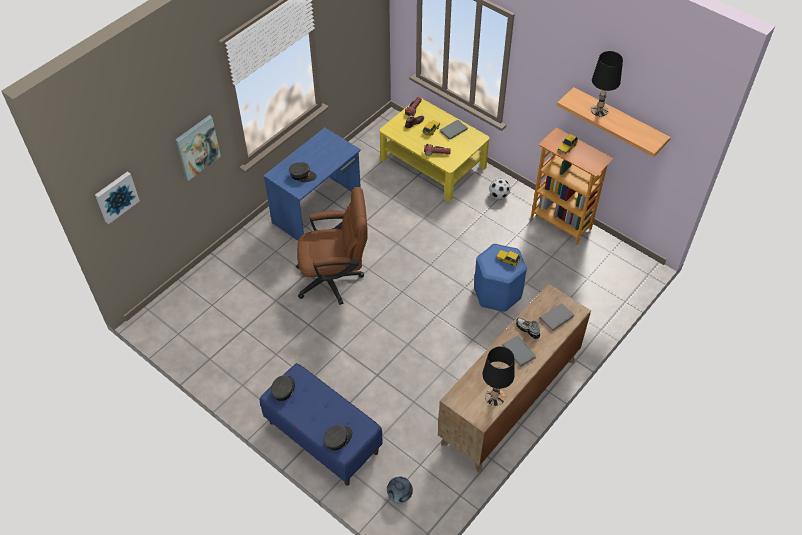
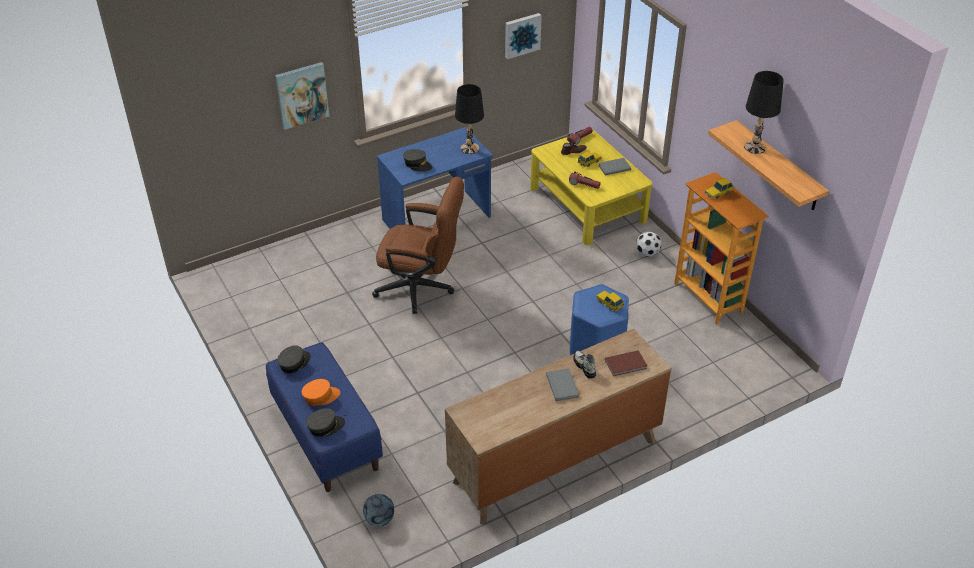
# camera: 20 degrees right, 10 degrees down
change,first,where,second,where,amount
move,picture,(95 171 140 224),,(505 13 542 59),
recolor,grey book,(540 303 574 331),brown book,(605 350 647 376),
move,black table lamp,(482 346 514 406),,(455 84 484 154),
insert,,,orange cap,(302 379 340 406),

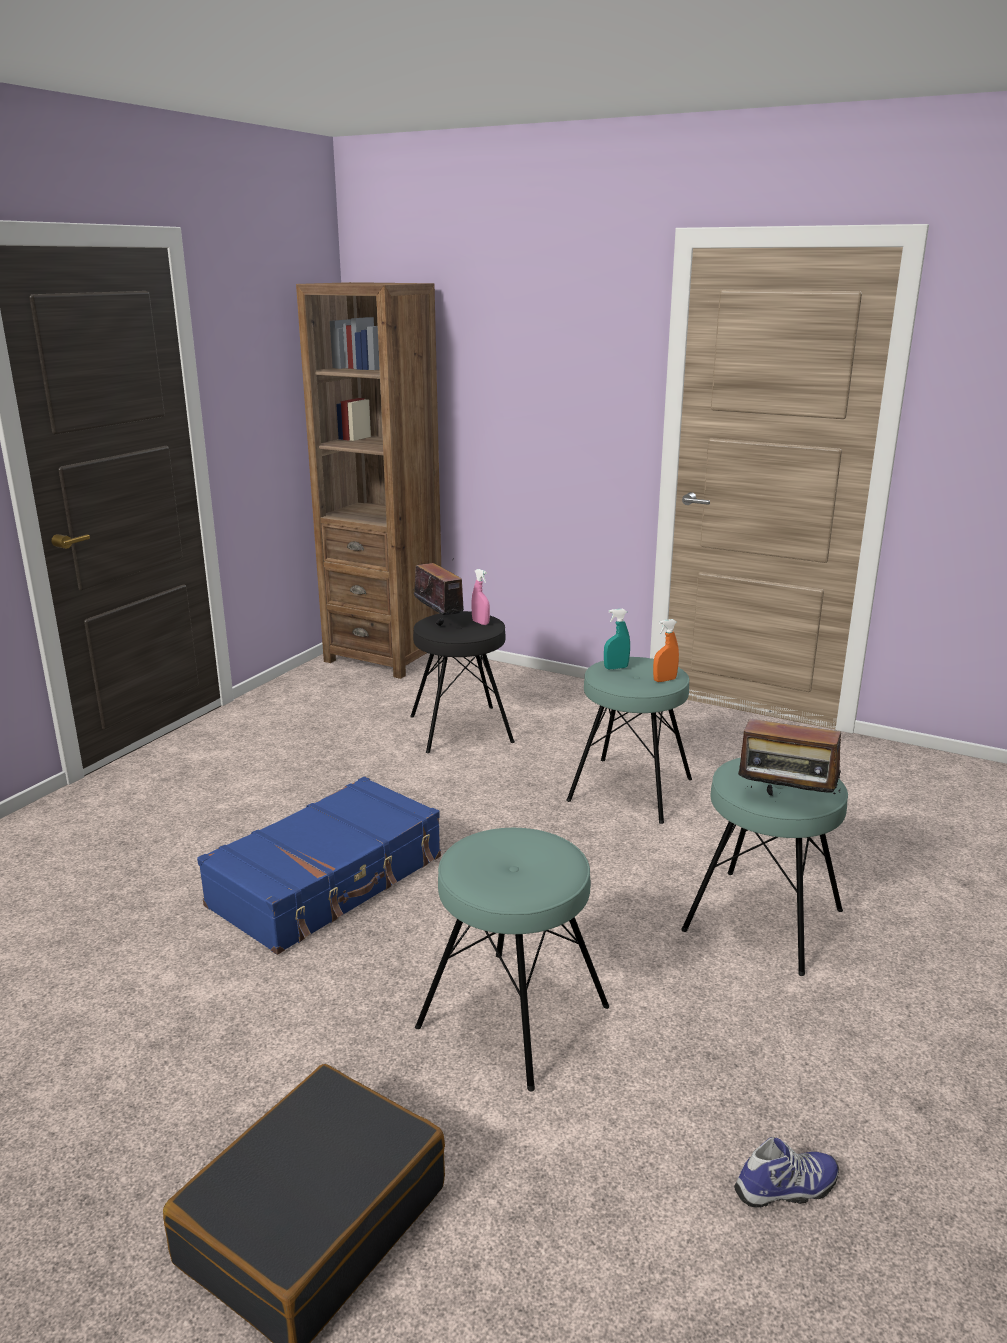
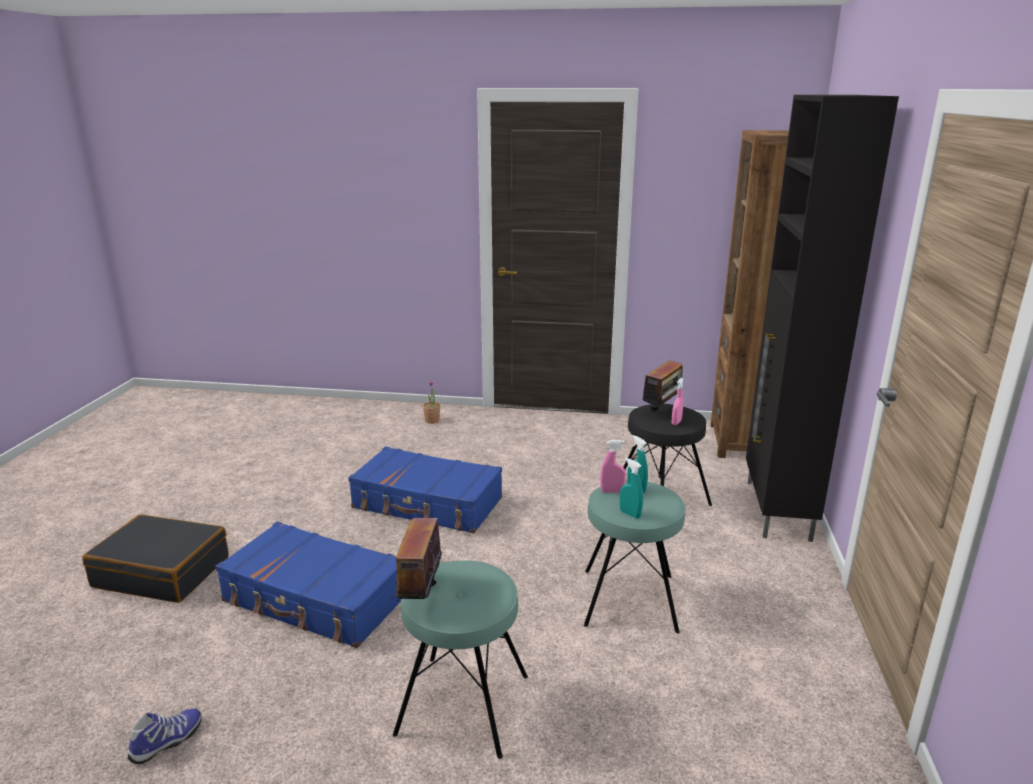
# camera: 70 degrees right, 0 degrees up
change,first,where,second,where,amount
recolor,orange spray bottle,(653 619 679 682),turquoise spray bottle,(620 458 643 519),
replace,turquoise stool,(415 828 609 1091),blue suitcase,(216 521 401 648),
rotate,shoe,(734 1137 839 1208),,(128 708 202 764),105 degrees counterclockwise
insert,,,black cabinet,(746 95 899 542),
insert,,,potted plant,(423 380 440 424),
insert,,,pink spray bottle,(600 440 626 493),

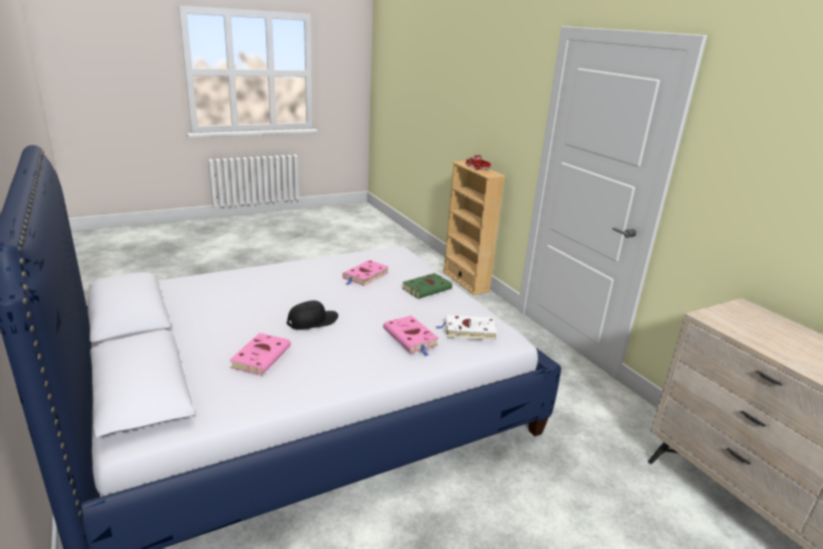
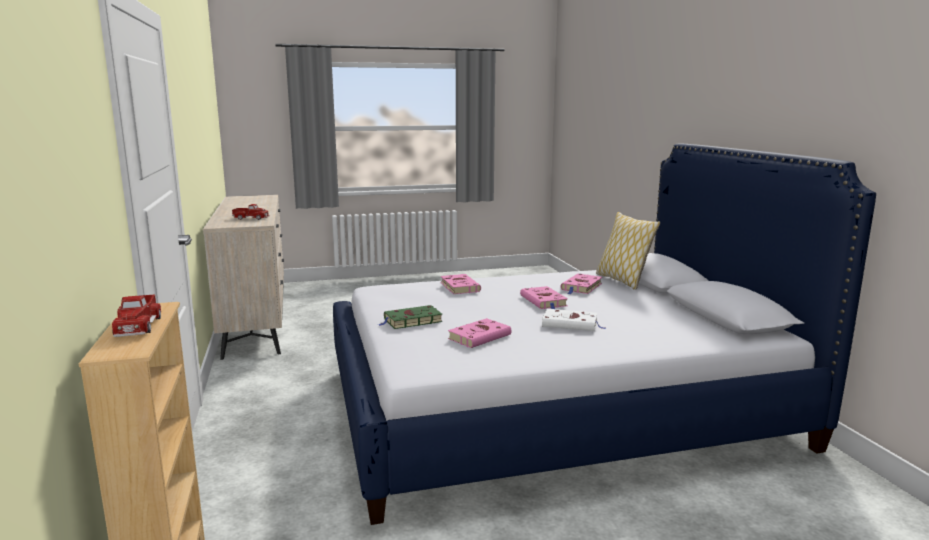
# camera: 165 degrees left, 10 degrees down
change,first,where,second,where,amount
replace,black cap,(287 300 338 330),pink book,(520 286 568 309),
move,white book,(436 315 497 340),,(542 309 606 331),
insert,,,toy truck,(232 204 270 220),
insert,,,pillow,(596 212 660 290),

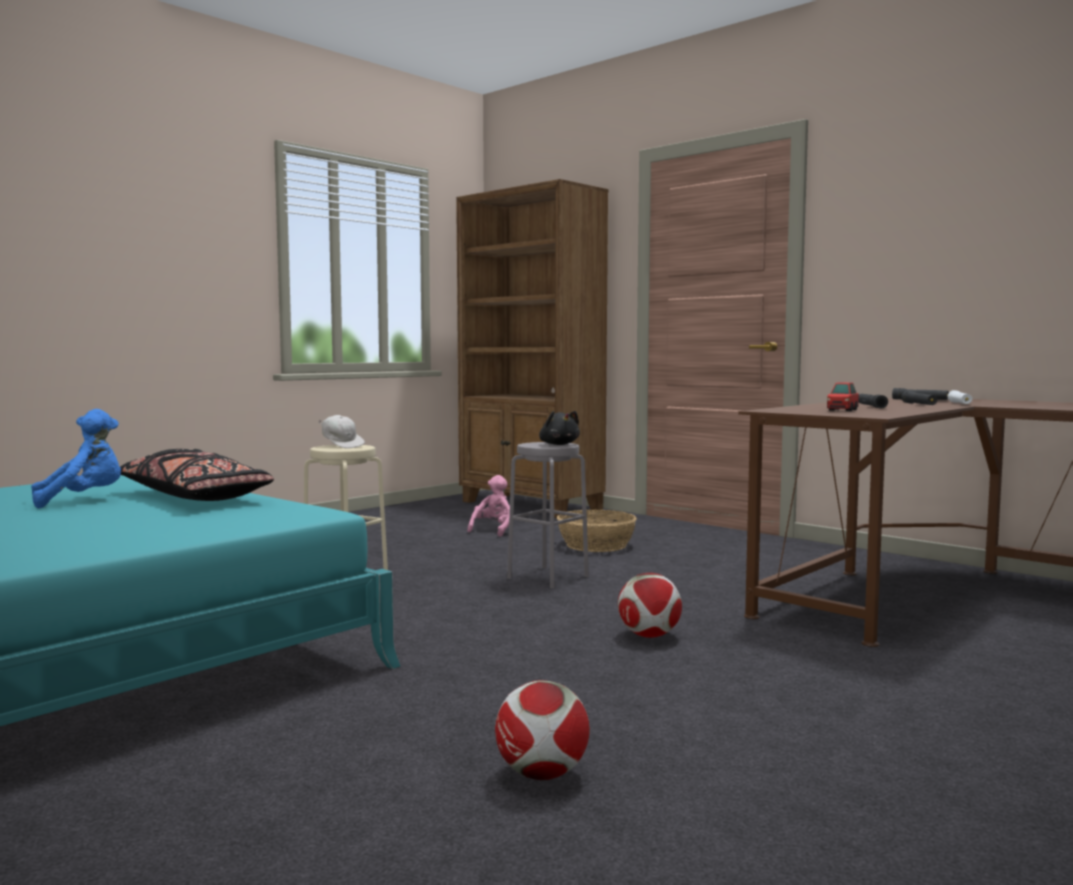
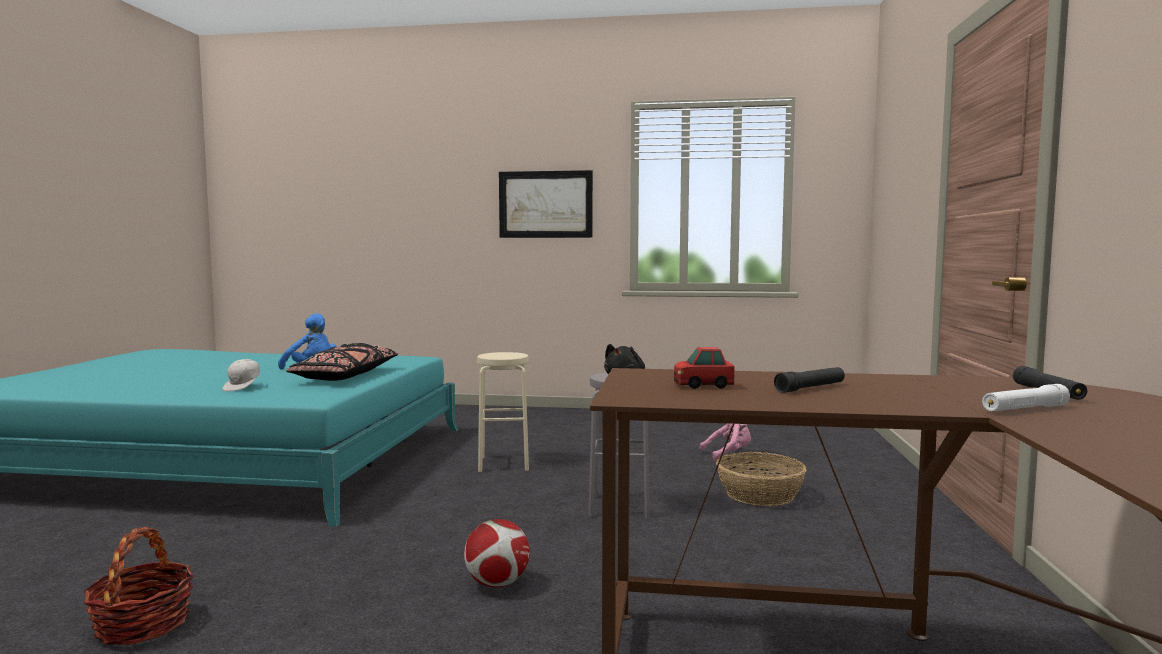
# camera: 55 degrees right, 0 degrees up
change,first,where,second,where,amount
delete,brown bookcase,(456 179 608 518),,,
delete,black flashlight,(902 391 937 405),,,
move,white cap,(319 415 365 448),,(222 359 260 392),
replace,football,(495 680 590 780),basket,(83 527 194 645),
insert,,,picture,(499 170 593 238),

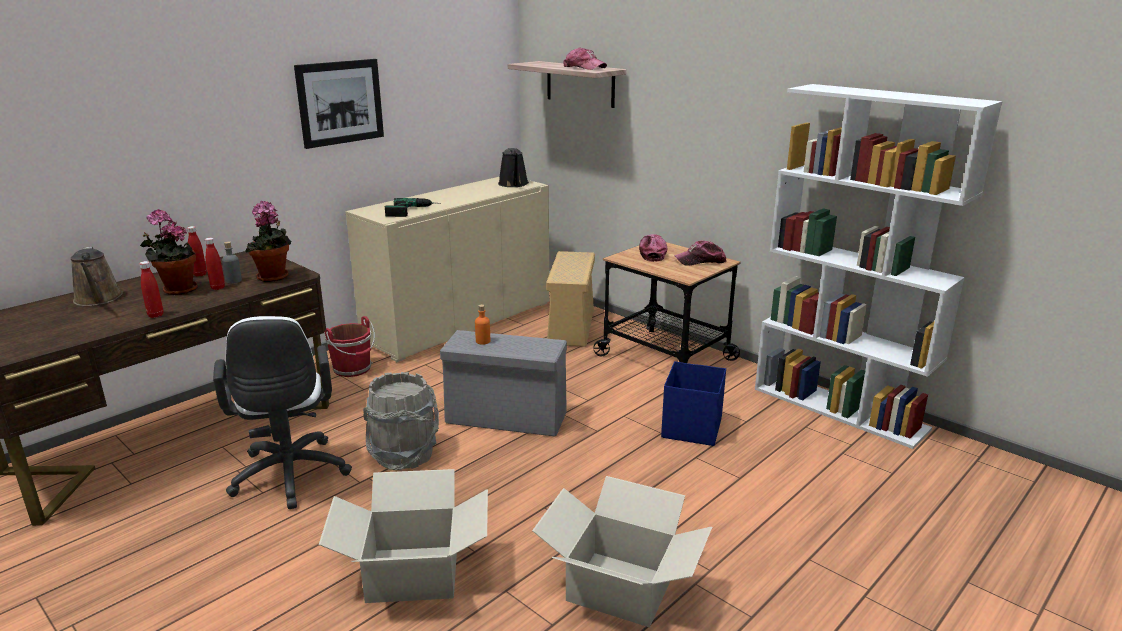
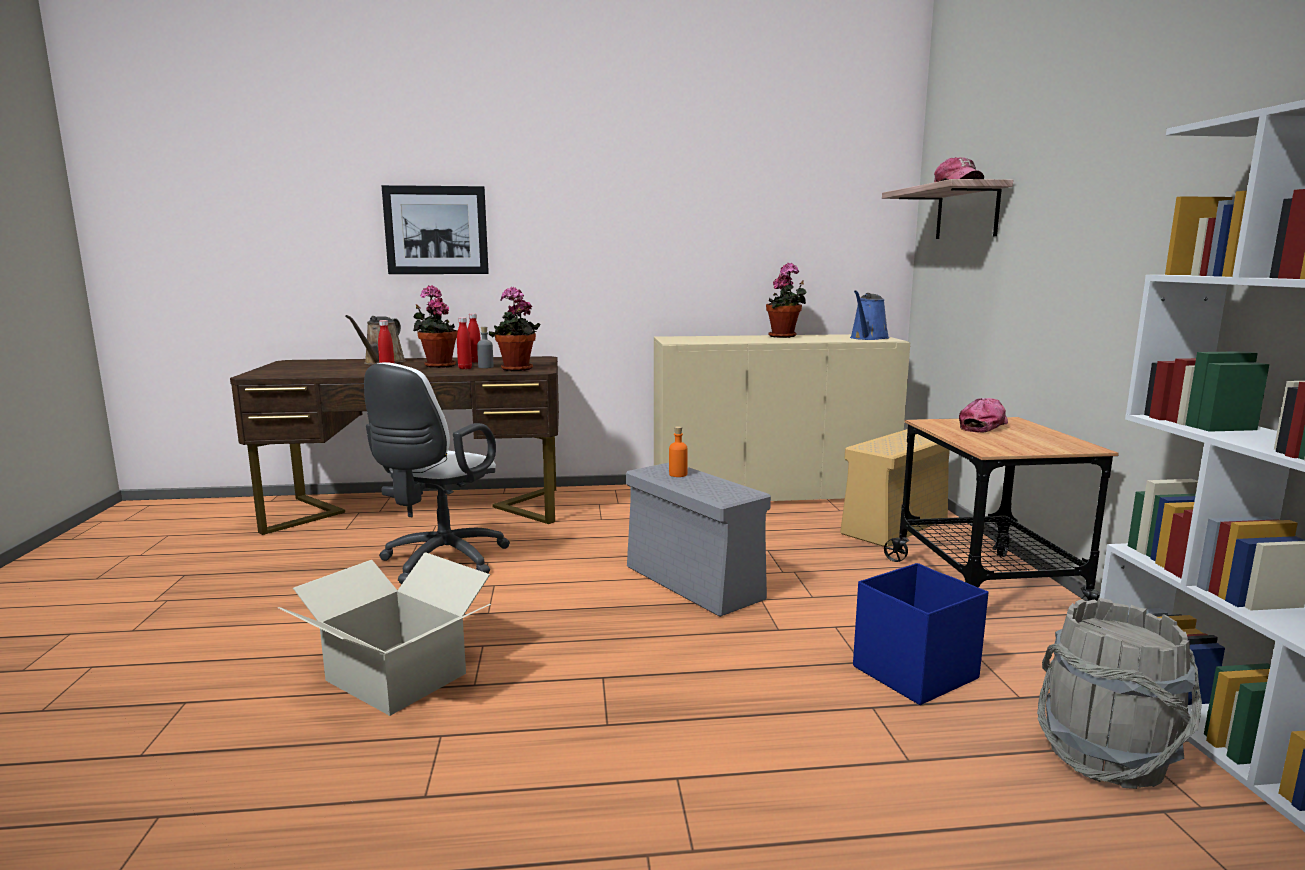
# camera: 40 degrees right, 10 degrees down
change,first,where,second,where,amount
move,picture,(294 59 384 149),,(382 185 489 274),
recolor,black watering can,(498 148 529 187),blue watering can,(850 290 889 340),
delete,power drill,(385 198 441 217),,,
delete,cap,(674 240 727 266),,,
delete,red bucket,(325 316 375 377),,,
move,grey bucket,(363 372 439 470),,(1037 598 1202 789),
delete,cardboard box,(532 476 712 628),,,
insert,,,potted plant,(766 263 807 338),

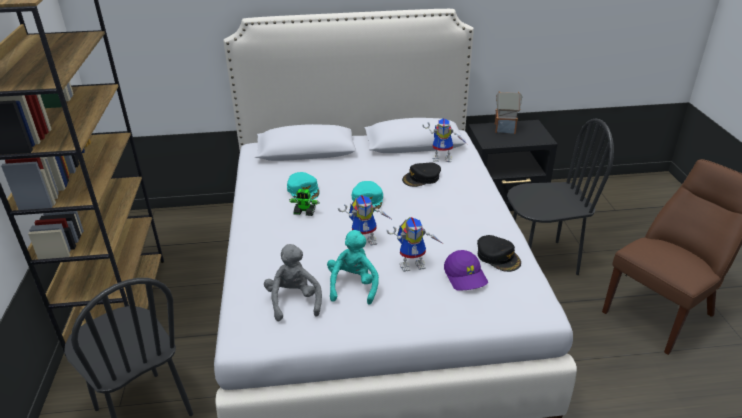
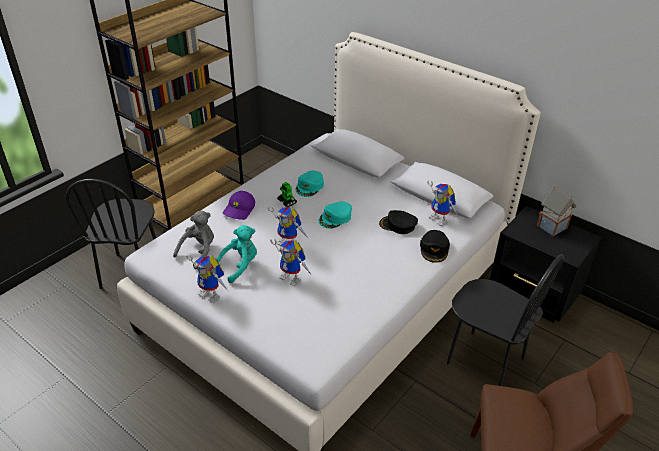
# camera: 45 degrees right, 5 degrees up
change,first,where,second,where,amount
move,black cap,(477 235 521 272),,(420 230 450 263),
move,purple cap,(444 250 488 291),,(223 191 255 220),
insert,,,toy robot,(186 255 229 303),

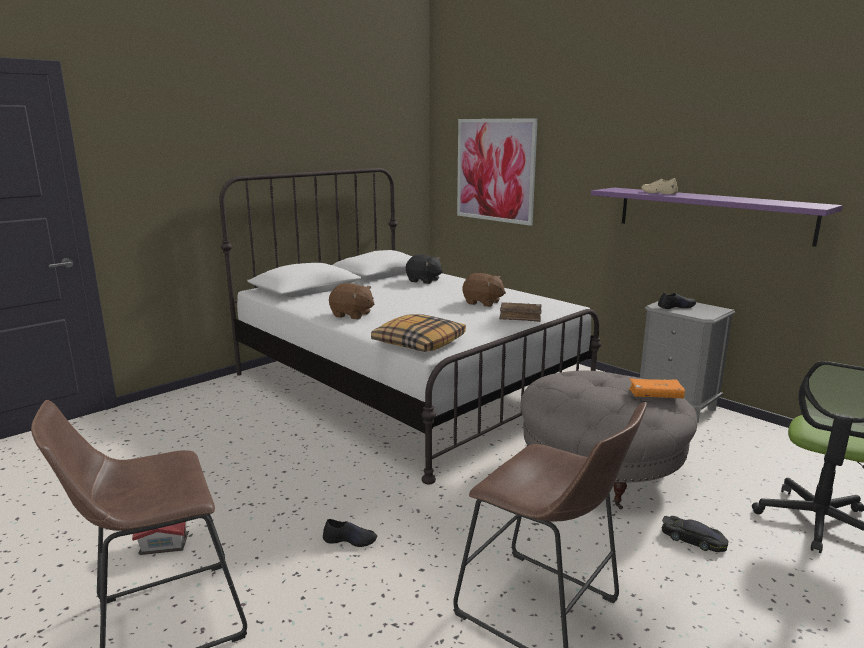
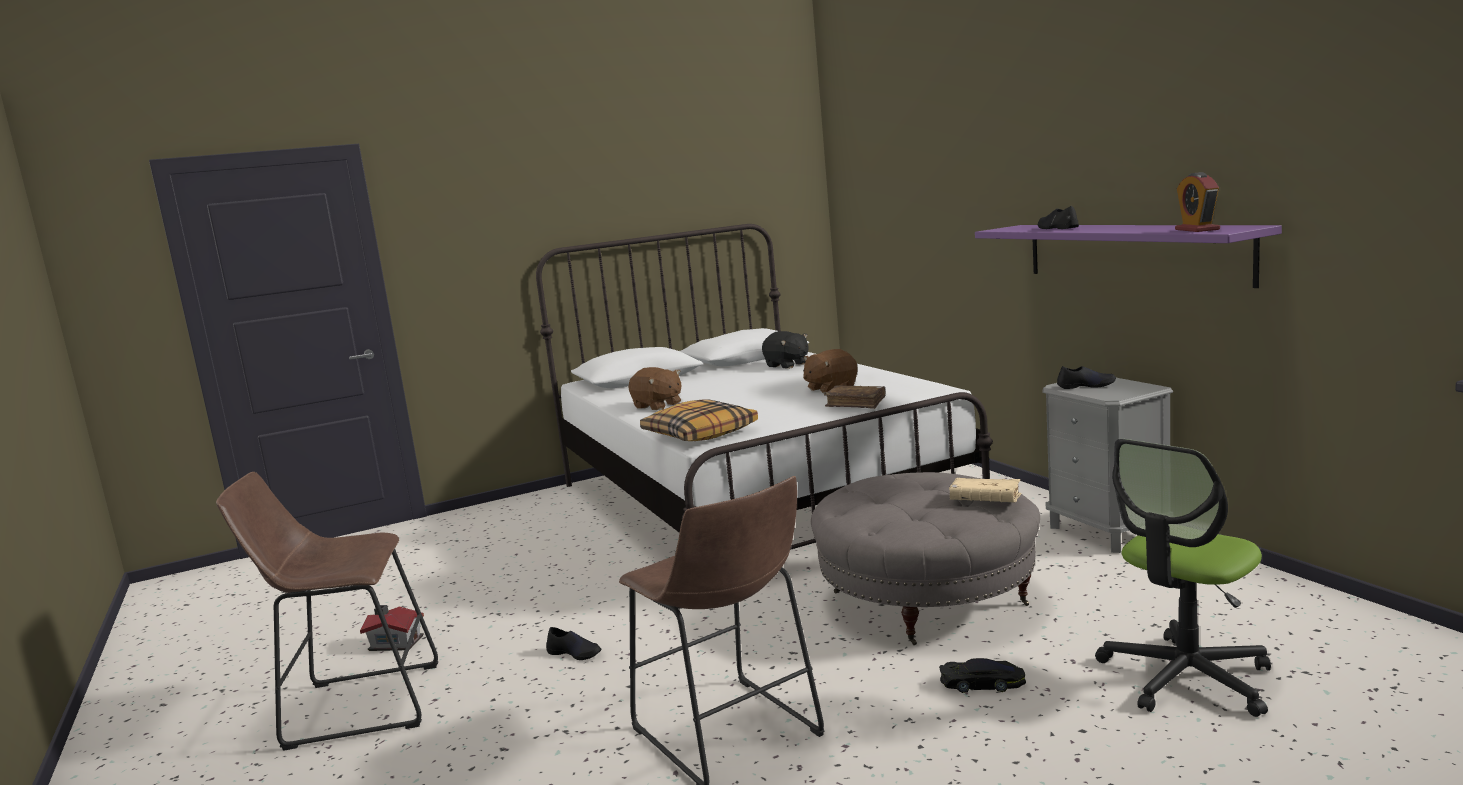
# camera: 20 degrees right, 5 degrees down
change,first,where,second,where,amount
delete,picture,(457 118 538 226),,,
recolor,beige shoe,(642 178 678 194),black shoe,(1038 206 1079 229),
rotate,brown plush toy,(463 273 506 307),,(803 349 858 394),105 degrees clockwise
recolor,orange book,(629 378 685 398),beige book,(949 478 1021 502),
rotate,black toy car,(662 516 729 552),,(939 658 1026 693),45 degrees counterclockwise
insert,,,alarm clock,(1175 172 1220 232),

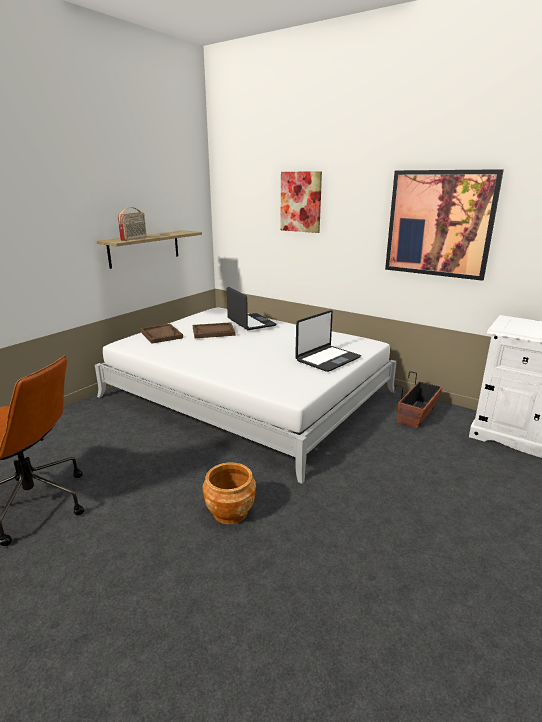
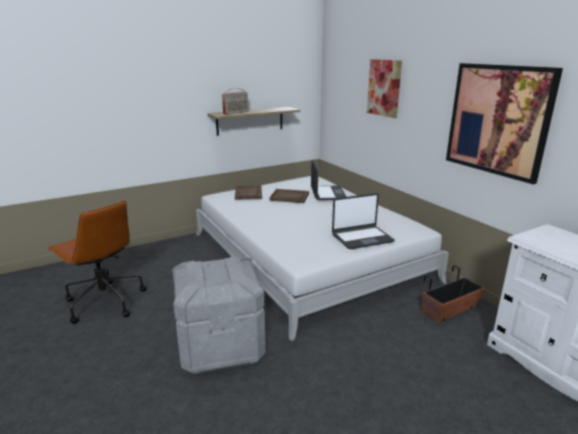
# camera: 25 degrees right, 0 degrees up
change,first,where,second,where,amount
replace,brown planter,(203 463 256 524),grey storage box,(173 256 266 374),

